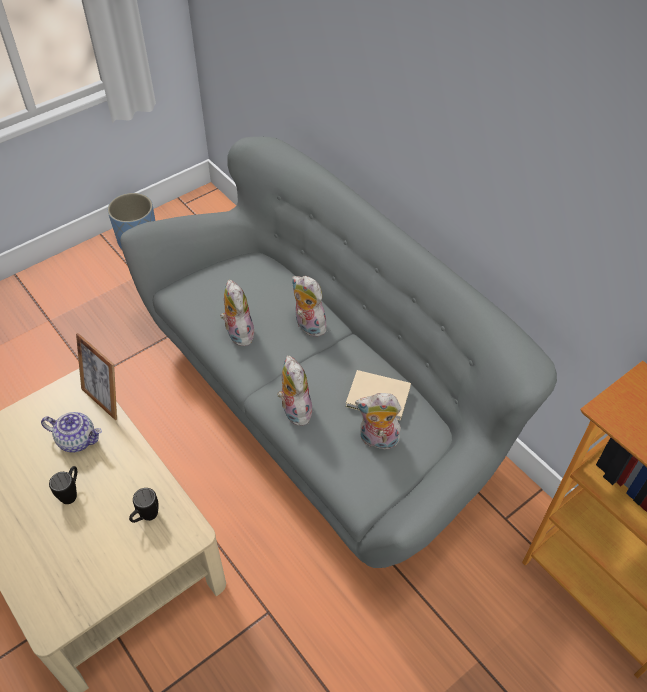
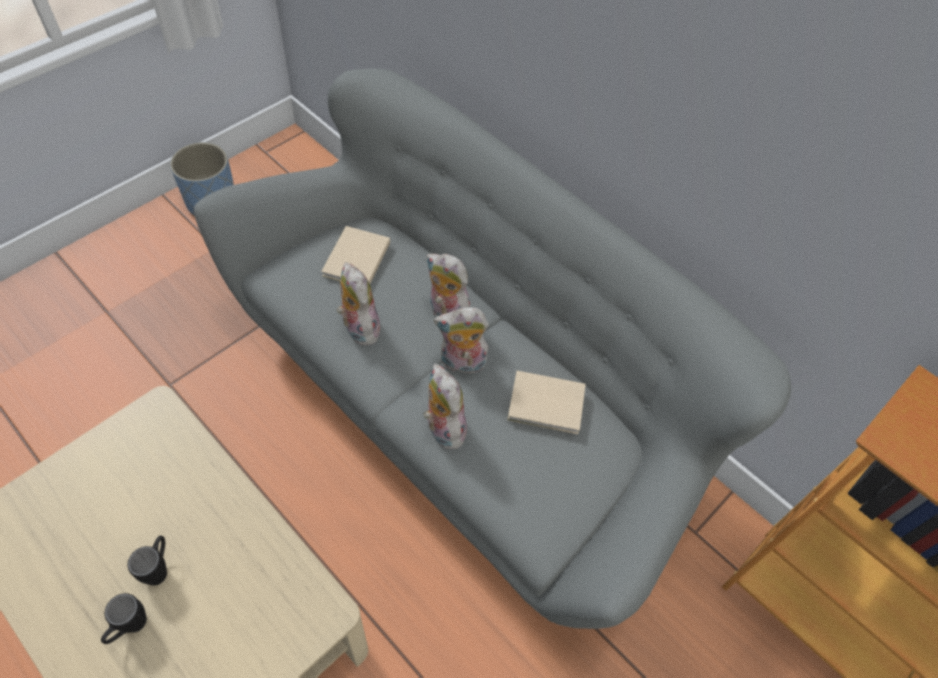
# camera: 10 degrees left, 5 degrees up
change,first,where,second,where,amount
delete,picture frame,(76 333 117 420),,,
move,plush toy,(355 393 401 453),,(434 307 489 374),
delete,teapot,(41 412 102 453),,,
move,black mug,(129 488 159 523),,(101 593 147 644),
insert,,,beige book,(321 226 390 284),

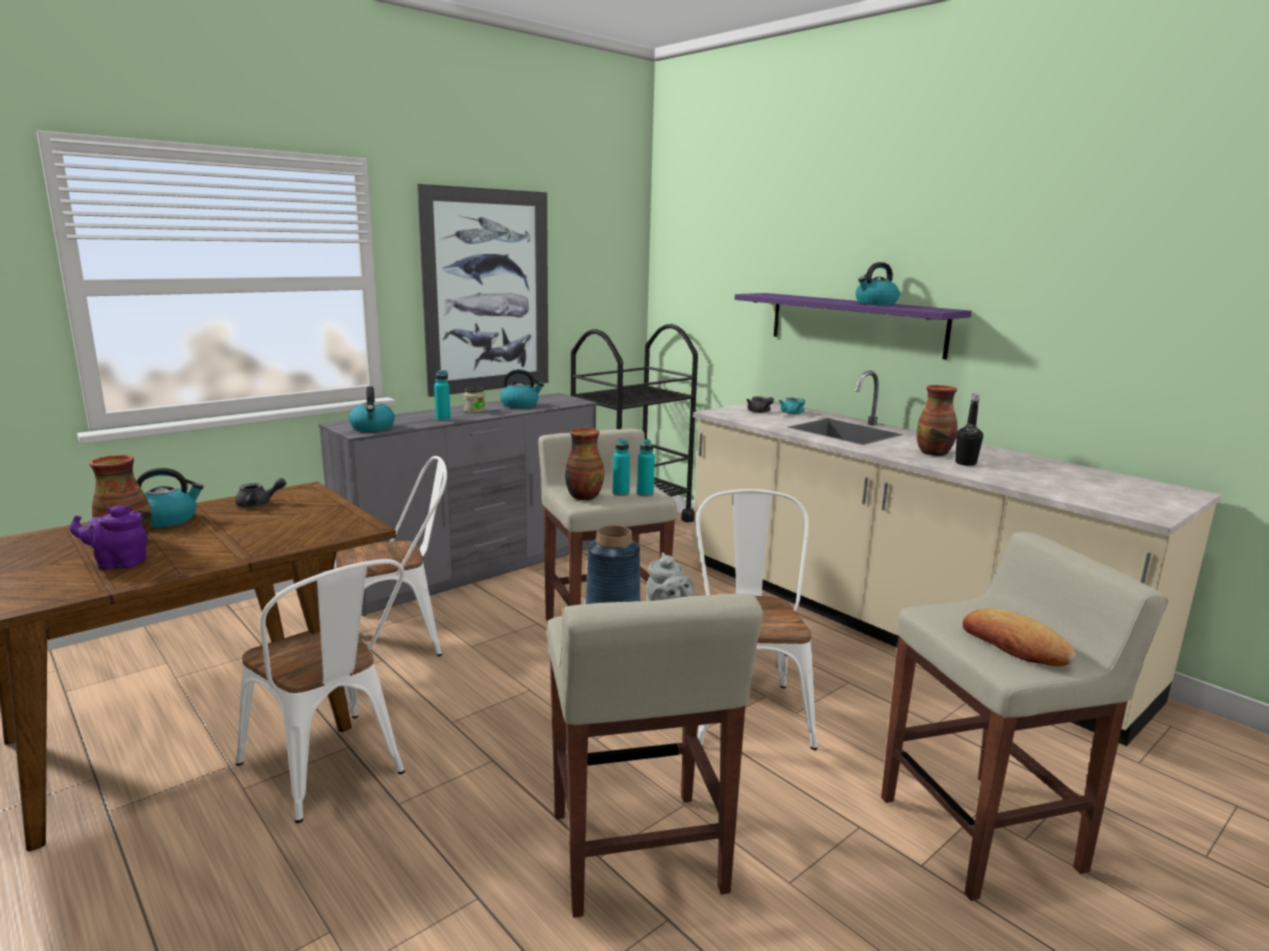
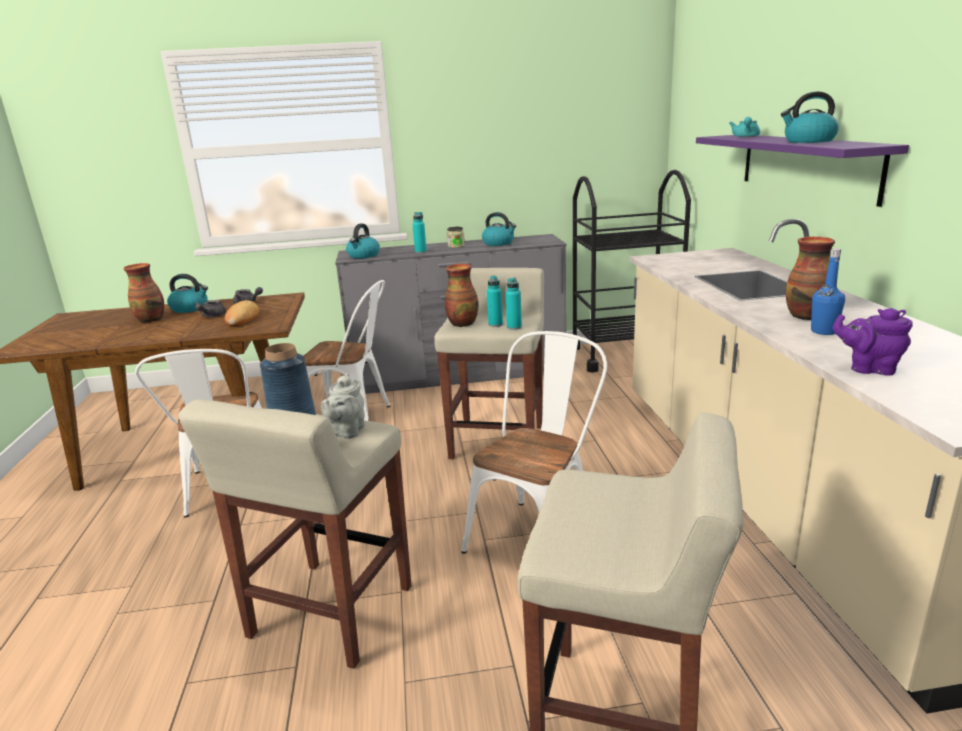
# camera: 35 degrees right, 5 degrees up
change,first,where,second,where,amount
delete,picture,(417 184 548 397),,,
recolor,black bottle,(955 394 983 466),blue bottle,(811 248 845 335),
move,grey teapot,(746 396 774 413),,(195 300 226 318),
move,turquoise teapot,(779 398 805 414),,(729 117 760 137),
move,purple teapot,(70 505 147 570),,(833 308 913 376),
move,bread,(963 608 1076 666),,(224 300 259 327),

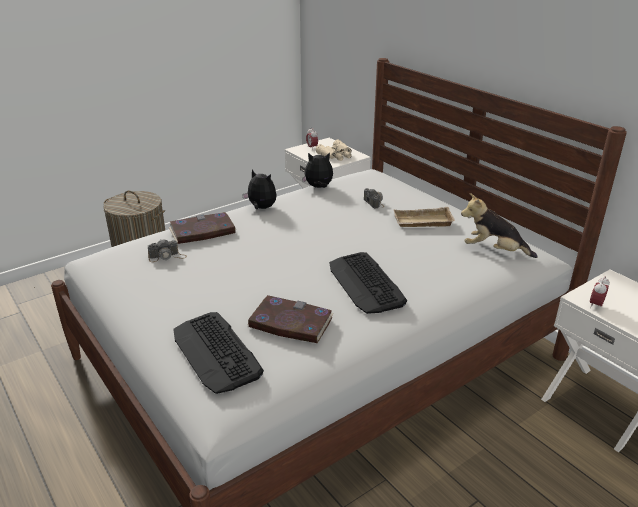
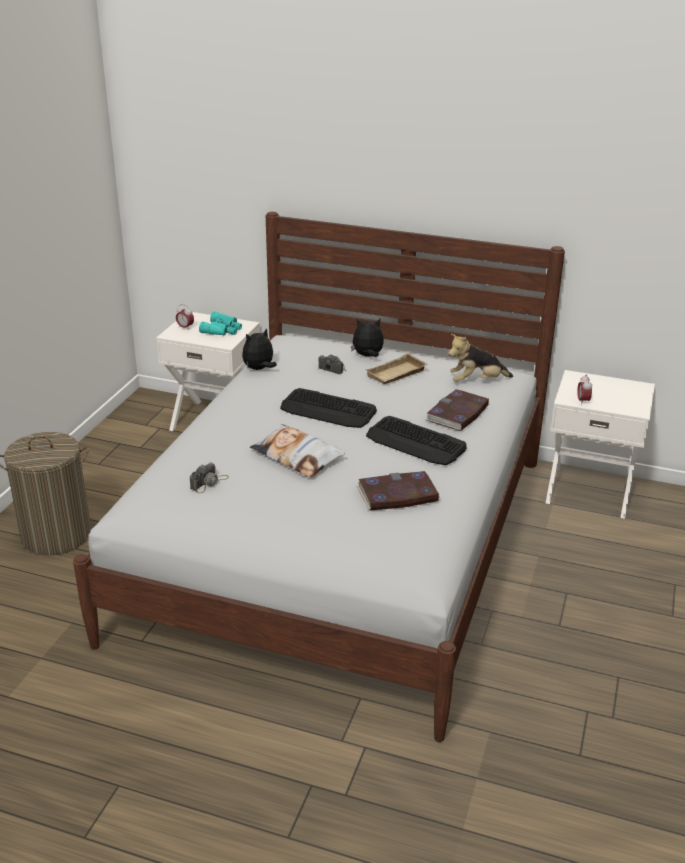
# camera: 35 degrees left, 0 degrees up
change,first,where,second,where,amount
recolor,beige binoculars,(316 140 352 161),turquoise binoculars,(199 311 242 335),
move,plush toy,(242 170 277 209),,(351 319 384 357),
move,book,(169 212 236 244),,(426 389 489 431),
move,keyboard,(173 312 264 394),,(280 388 377 428),
insert,,,pillow,(250 424 345 477),

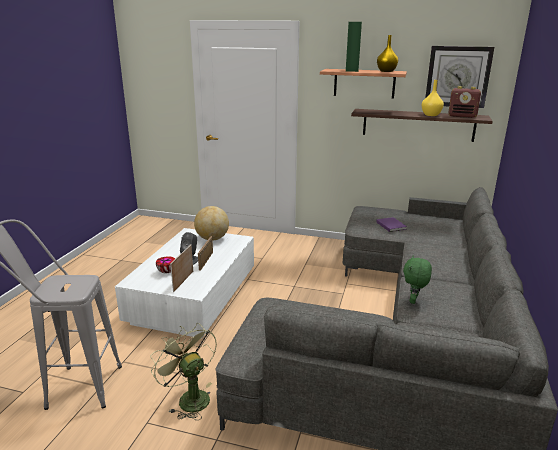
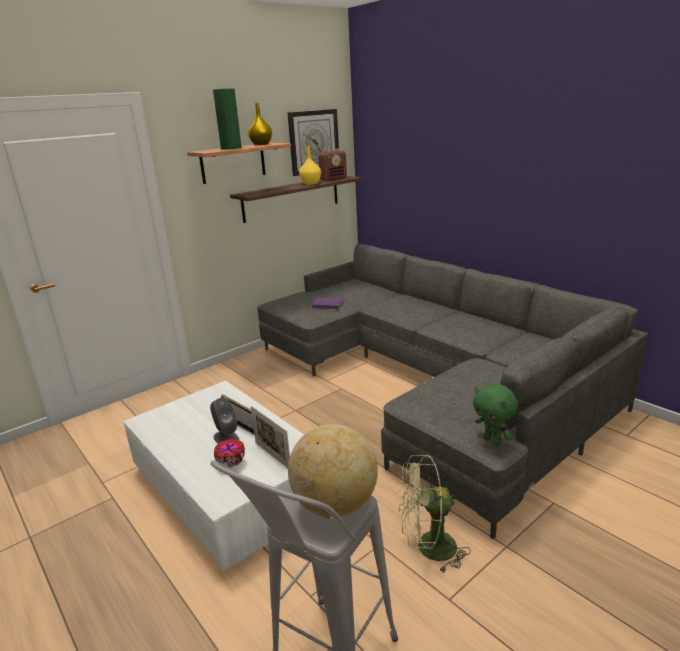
# camera: 55 degrees left, 0 degrees up
change,first,where,second,where,amount
move,globe,(194 206 229 241),,(288 424 378 517),
move,green plush toy,(403 256 432 304),,(473 384 518 446),

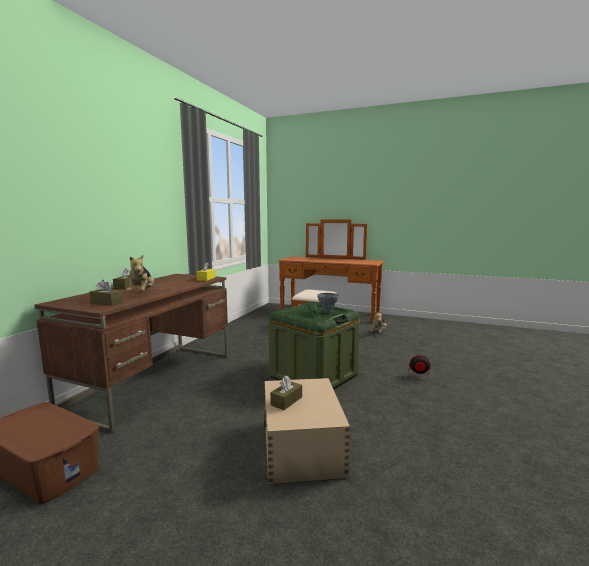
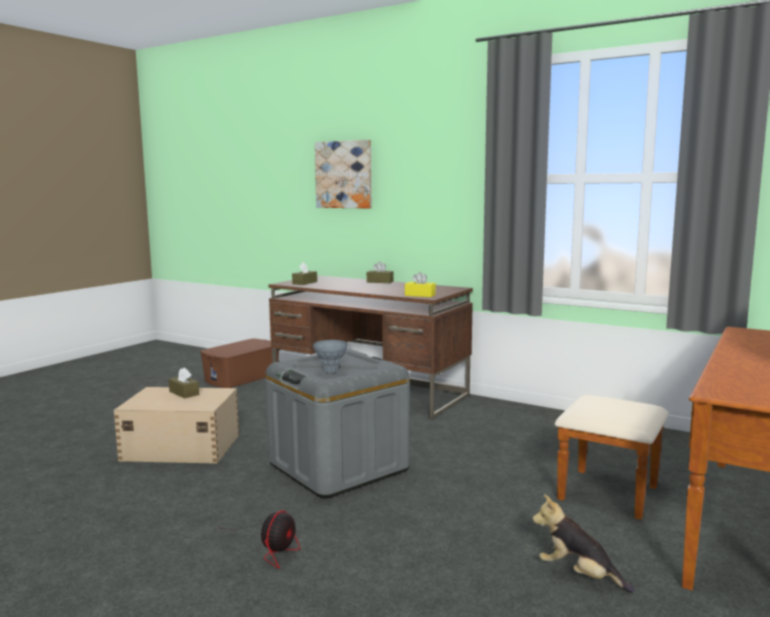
# camera: 100 degrees right, 0 degrees up
change,first,where,second,where,amount
delete,plush toy,(126 255 154 291),,,
recolor,green storage box,(268 302 360 389),grey storage box,(266 349 410 498),
insert,,,picture,(315 140 372 209),

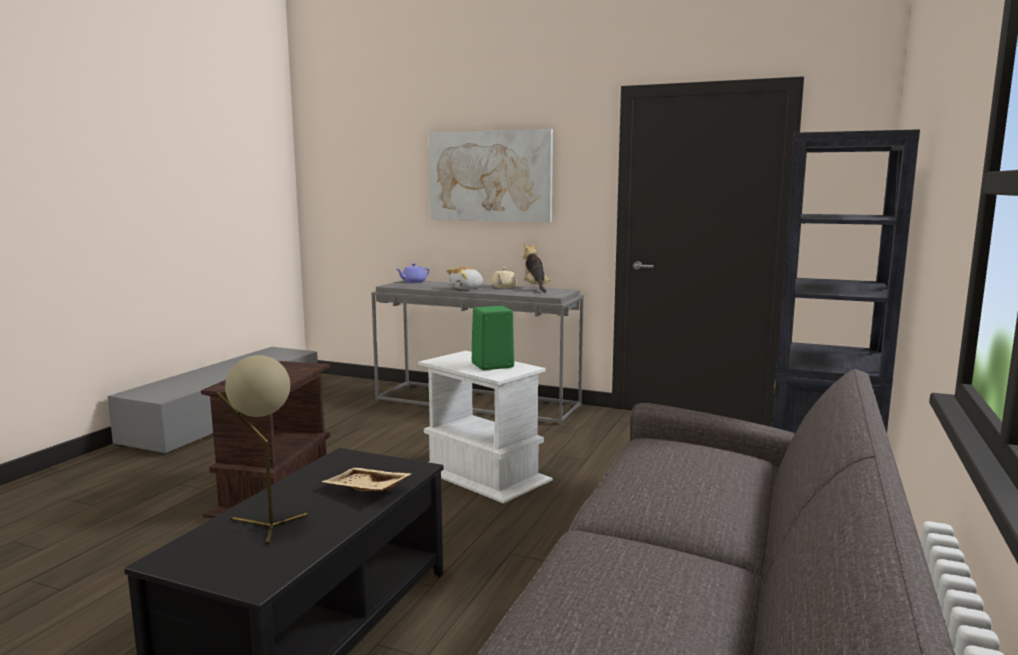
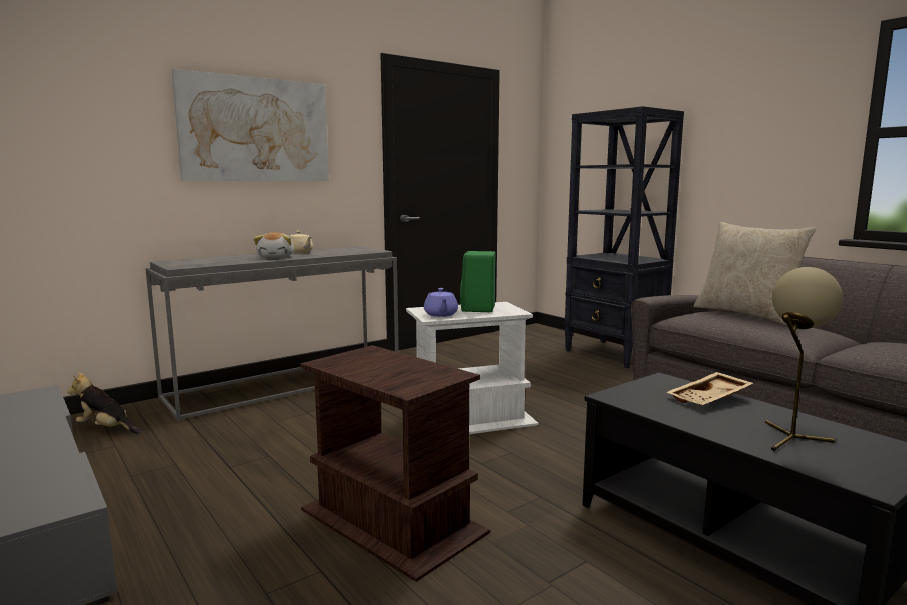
# camera: 60 degrees left, 0 degrees up
change,first,where,second,where,amount
move,plush toy,(523 244 551 293),,(67 372 141 434),
move,purple teapot,(397 263 430 283),,(424 288 458 317),
insert,,,beige pillow,(694 222 816 325),

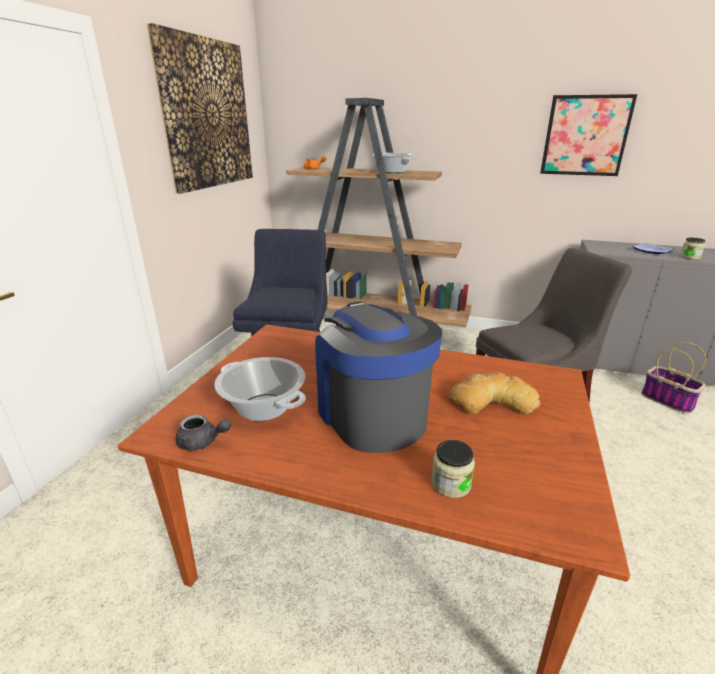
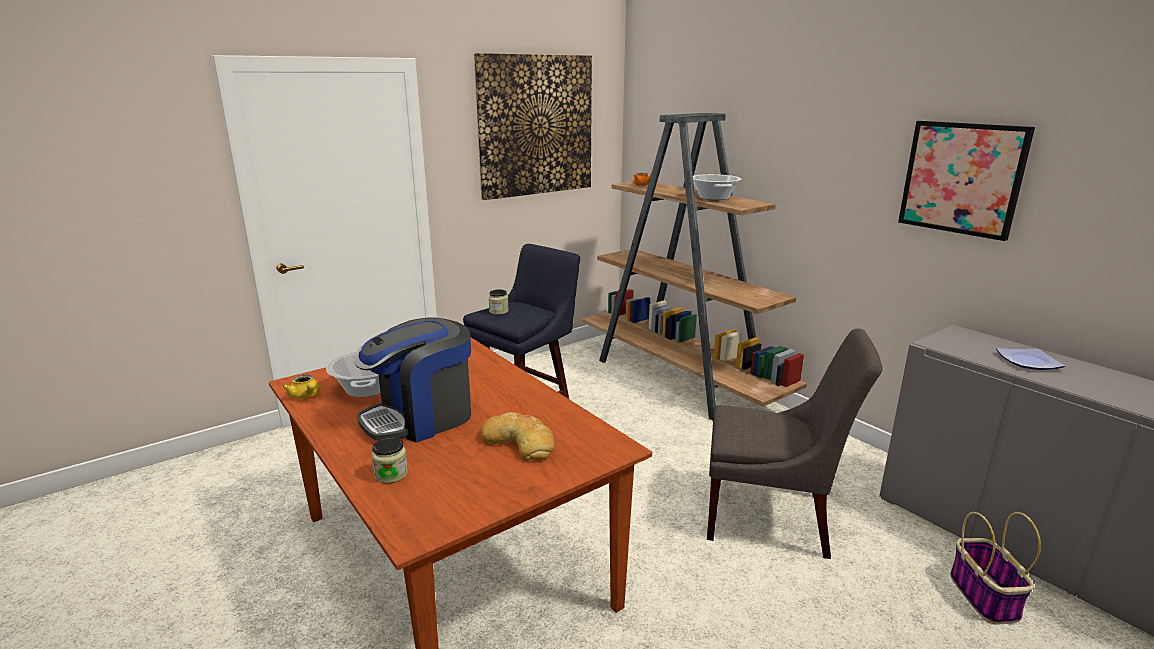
# camera: 35 degrees right, 5 degrees down
change,first,where,second,where,amount
move,jar,(680 237 706 260),,(488 289 509 315),
rotate,coffee machine,(315 302 443 453),,(354 318 471 443),135 degrees counterclockwise
recolor,grey teapot,(176 414 231 451),yellow teapot,(282 374 320 399),

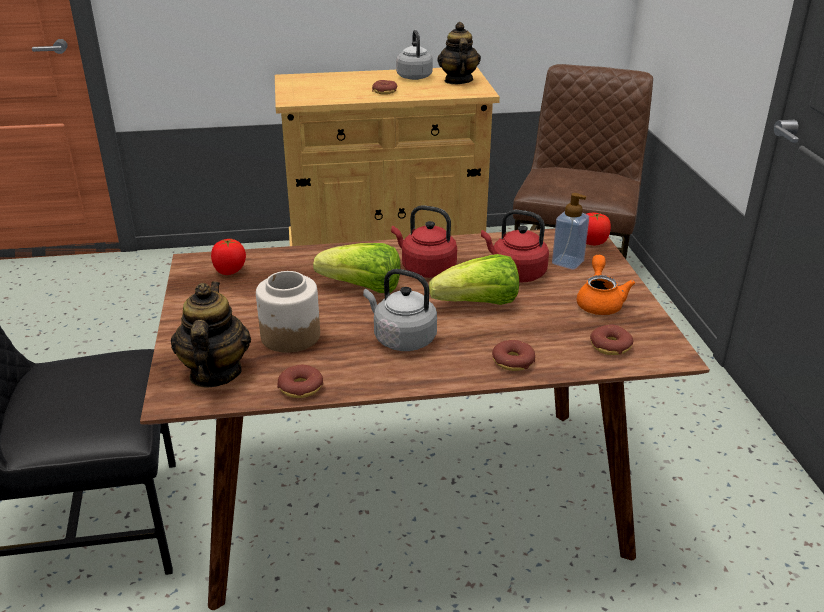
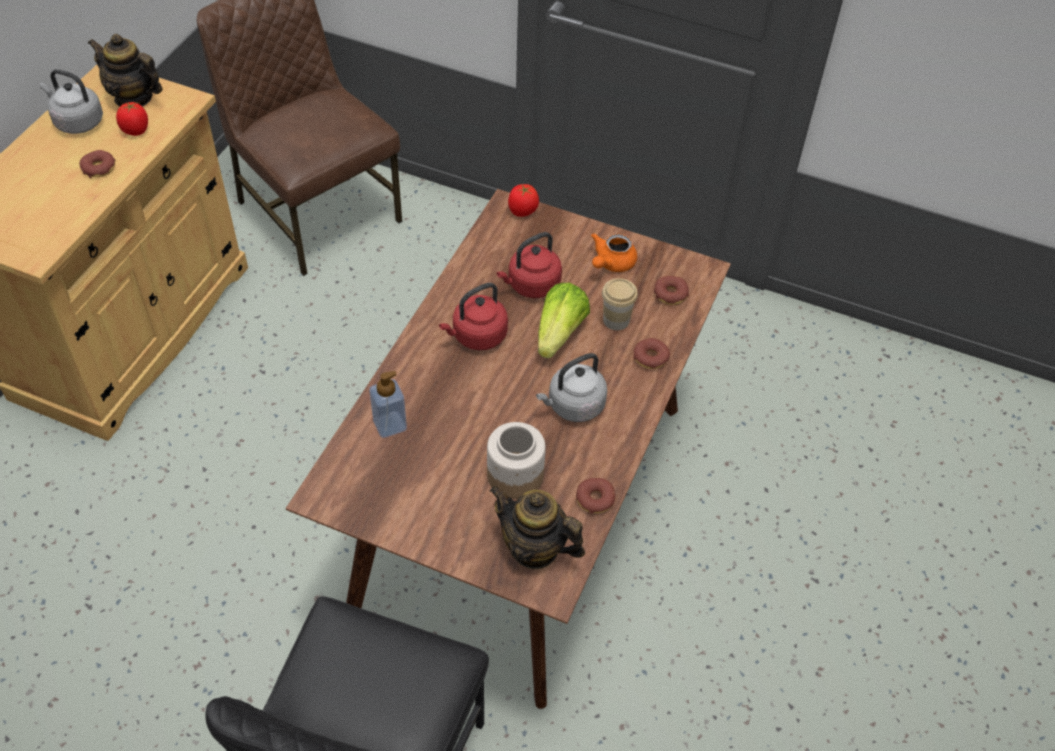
# camera: 60 degrees left, 20 degrees up
change,first,where,second,where,amount
move,soap dispenser,(552 193 589 270),,(369 371 407 438),
move,tomato,(211 239 246 275),,(116 102 148 136),
delete,lettuce,(313 243 401 293),,,
rotate,orange teapot,(577 255 635 315),,(591 233 637 272),90 degrees counterclockwise
insert,,,cup,(602 278 638 330),

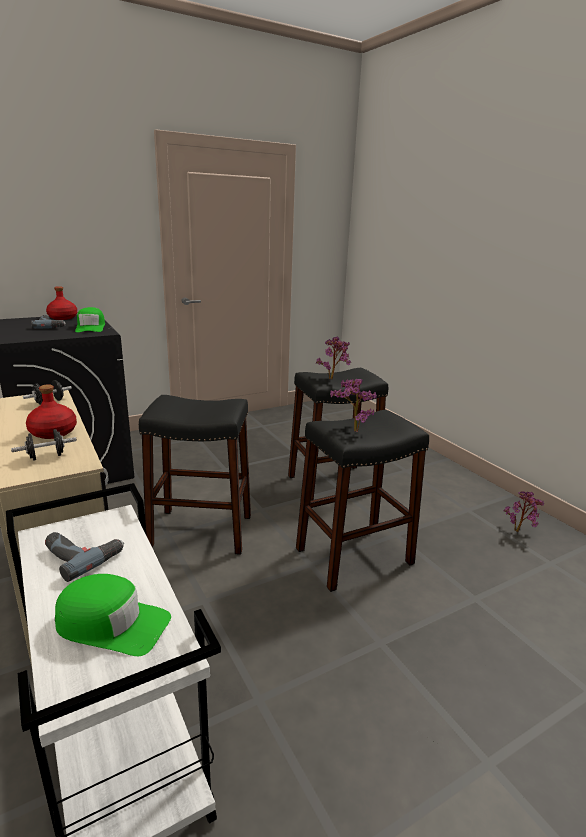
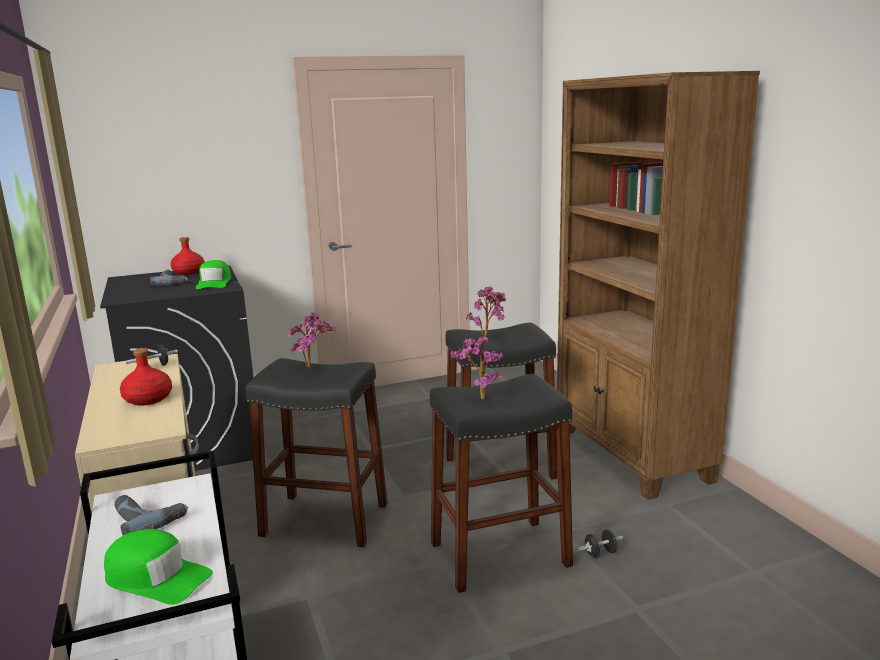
# camera: 10 degrees right, 5 degrees down
change,first,where,second,where,amount
move,black dumbbell,(11 429 77 461),,(578 529 623 558),
move,potted plant,(503 491 544 532),,(287 312 336 367),
insert,,,brown bookcase,(557 71 760 500),

